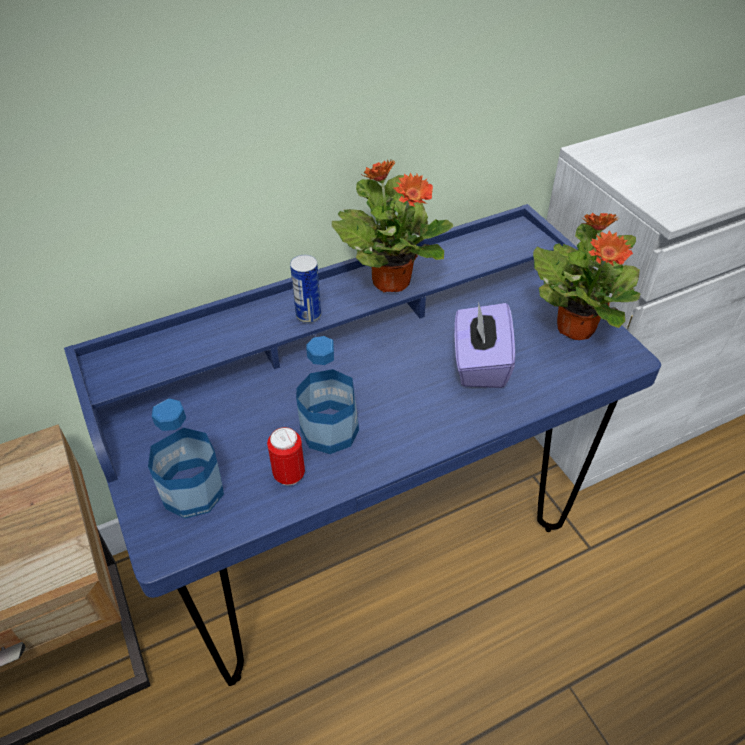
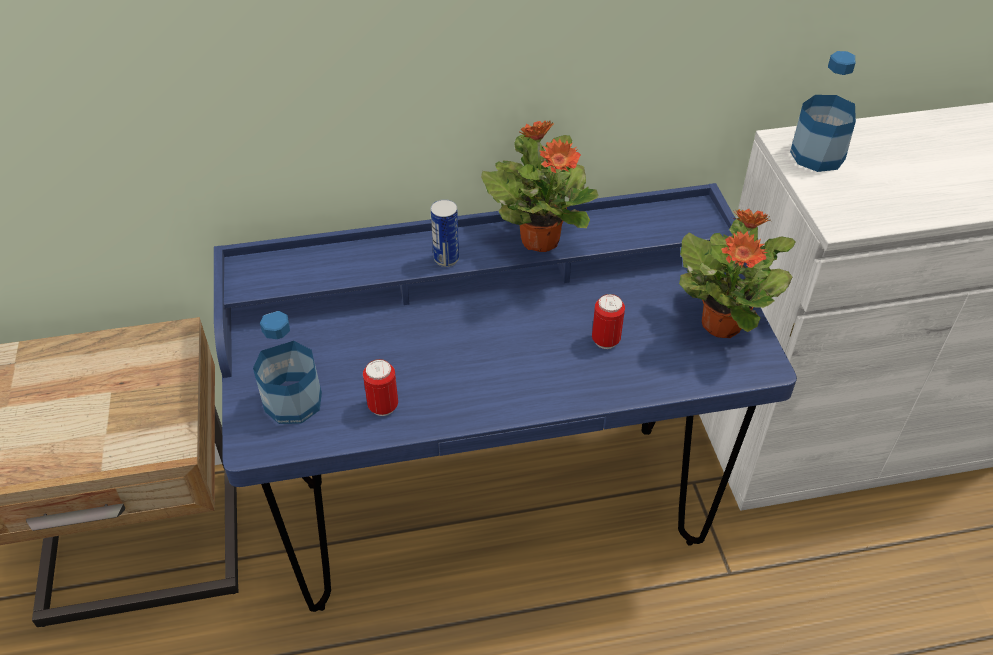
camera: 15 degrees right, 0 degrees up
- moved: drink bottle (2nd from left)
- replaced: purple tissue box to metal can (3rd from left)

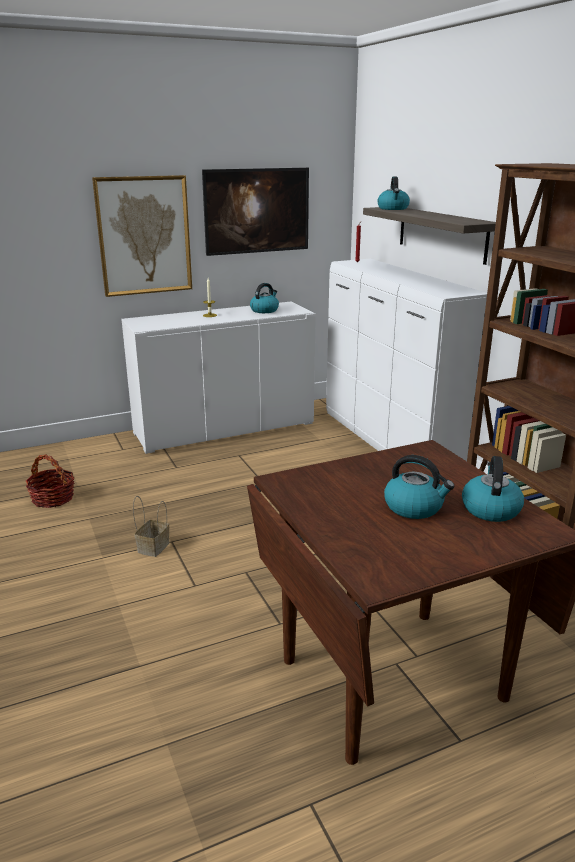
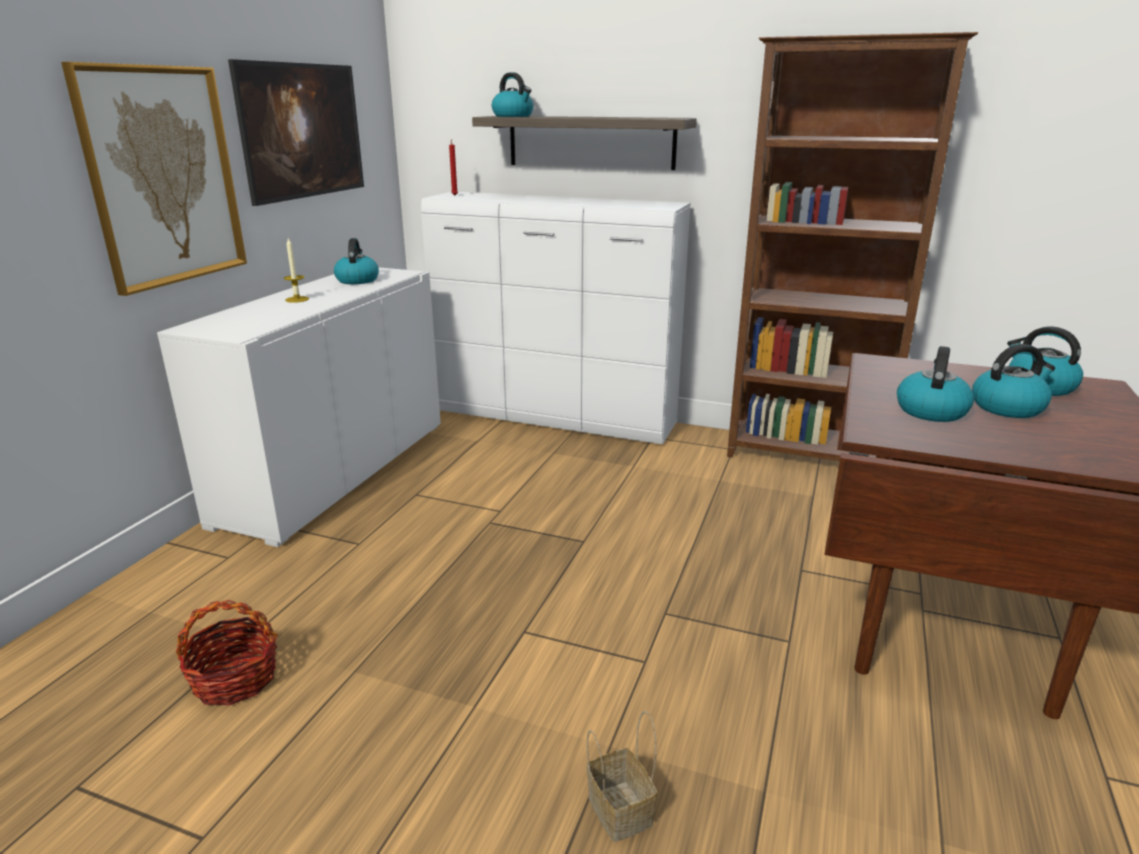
camera: 45 degrees left, 0 degrees up
- moved: basket (2nd from left)
- added: tea kettle (3rd from left)

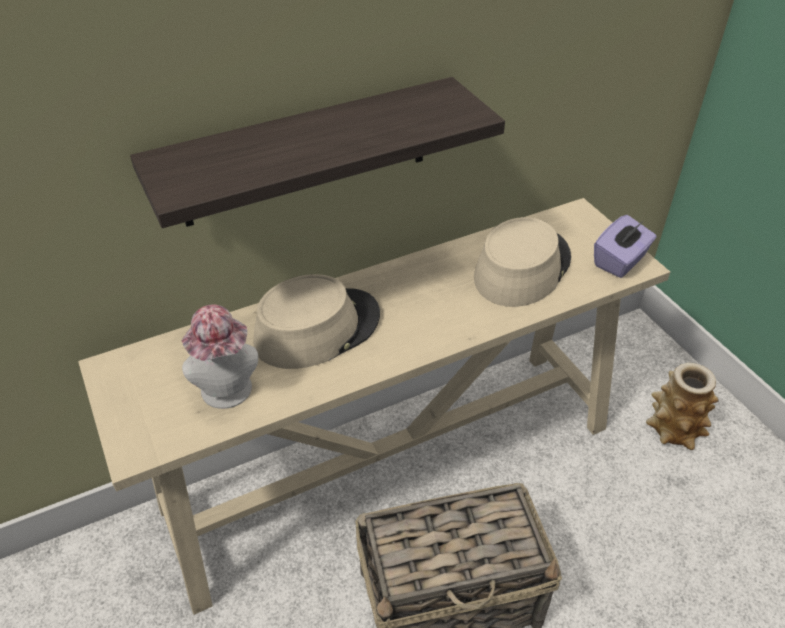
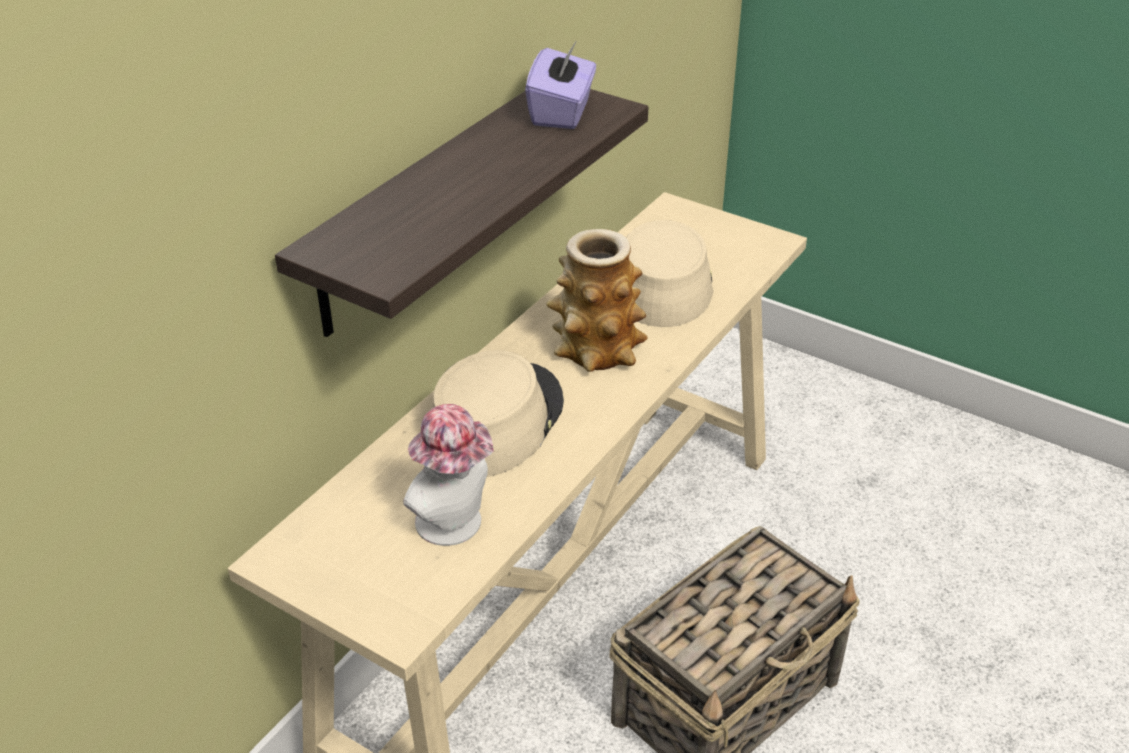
camera: 30 degrees left, 5 degrees down
- moved: purple tissue box
- moved: decorative vase

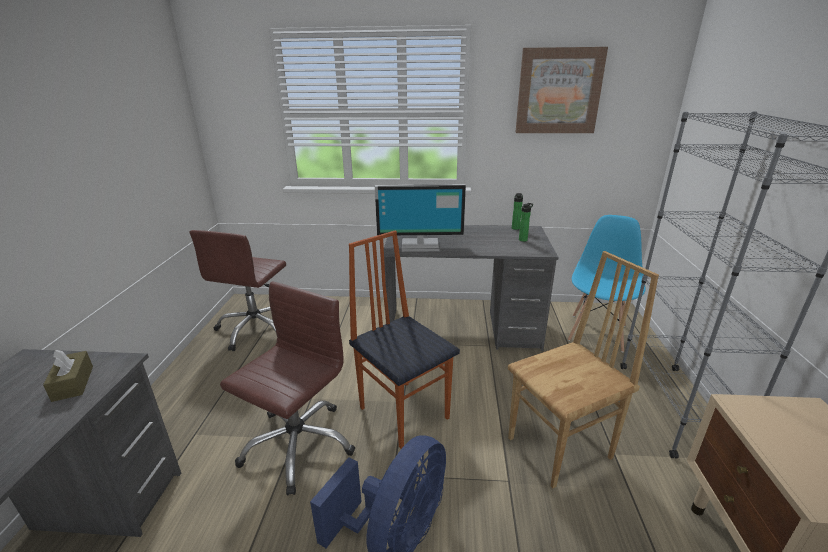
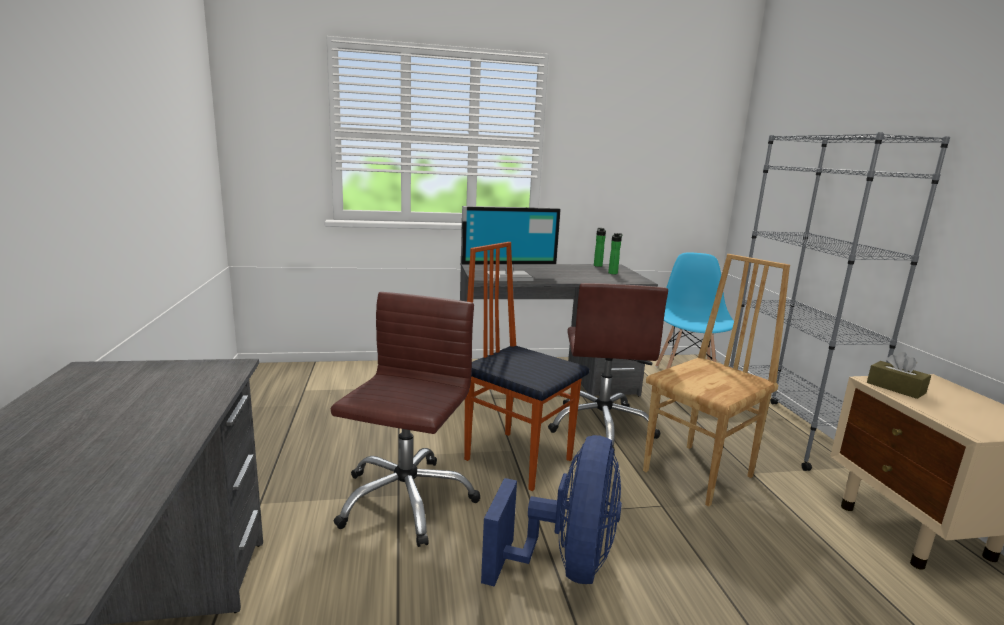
camera: 15 degrees left, 10 degrees down
- moved: brownish tissue box
- moved: brownish desk chair (1st from left in the first image) to brownish desk chair (2nd from left)
- removed: wall picture

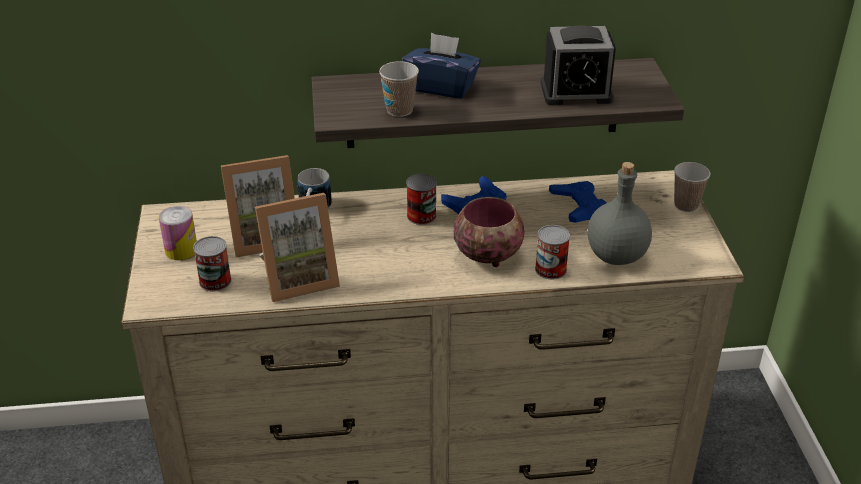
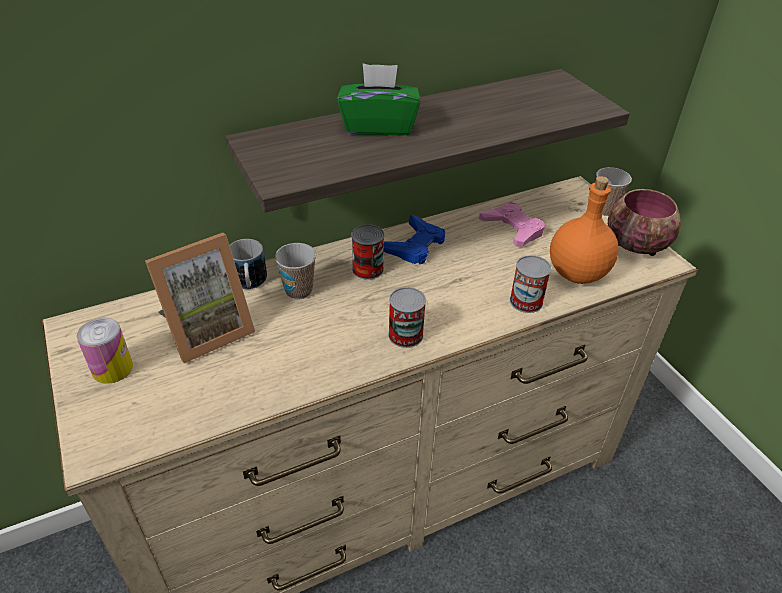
camera: 20 degrees left, 5 degrees up
- moved: metal can (2nd from left in the first image) to metal can (3rd from left)
- removed: photo frame (2nd from left)
- moved: small cup (1st from left)
- recoloured: blue-coloured tissue box to greenish tissue box
- moved: bowl
- removed: bedside clock
- recoloured: blue-coloured game controller (2nd from left) to pink game controller
- recoloured: grey drink bottle to orangey drink bottle

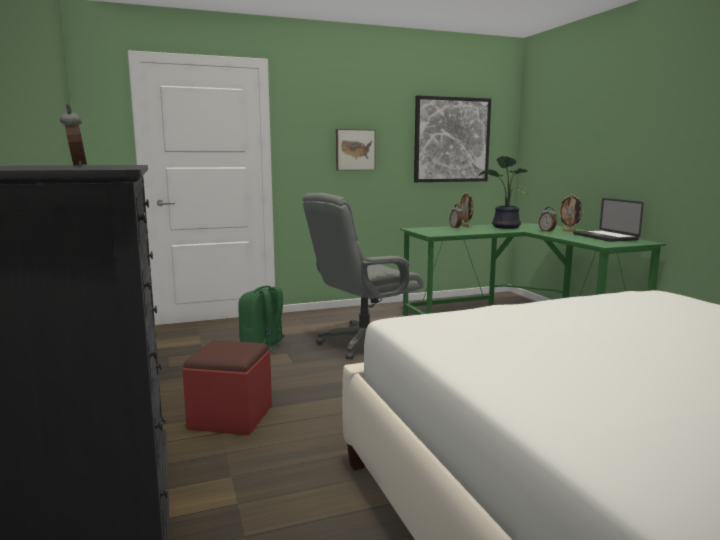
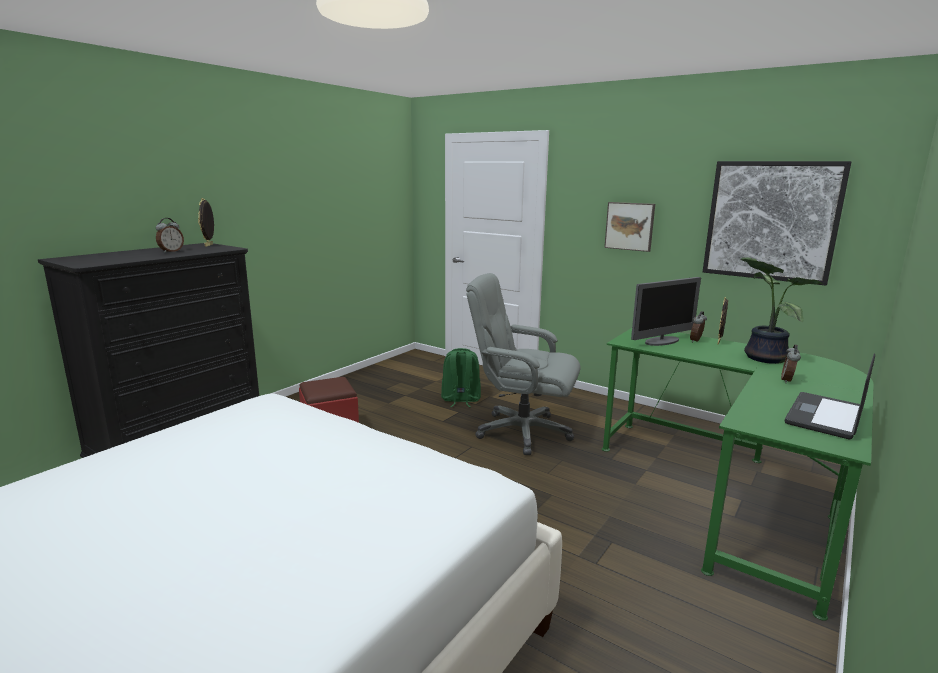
camera: 55 degrees right, 5 degrees up
- moved: photo frame (2nd from left in the first image) to photo frame (1st from left)
- added: computer screen

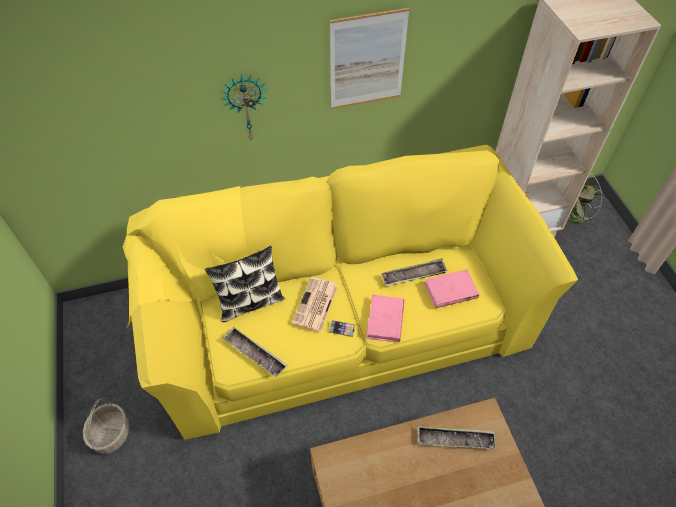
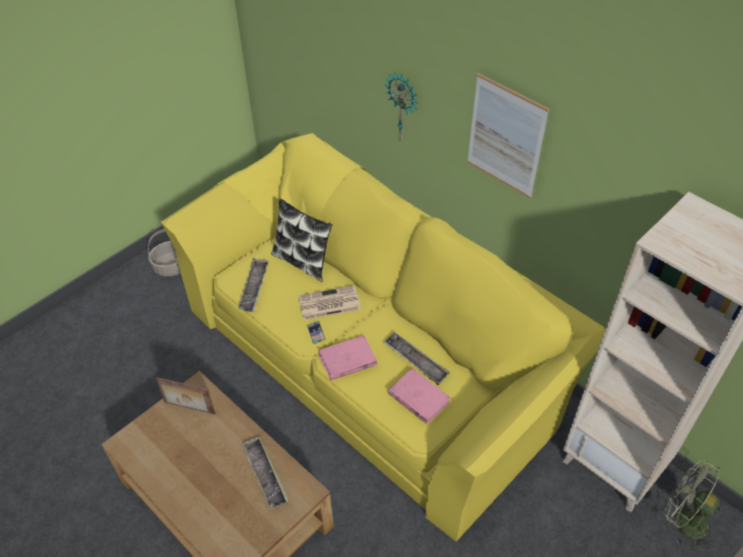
camera: 60 degrees right, 5 degrees down
- added: photo frame

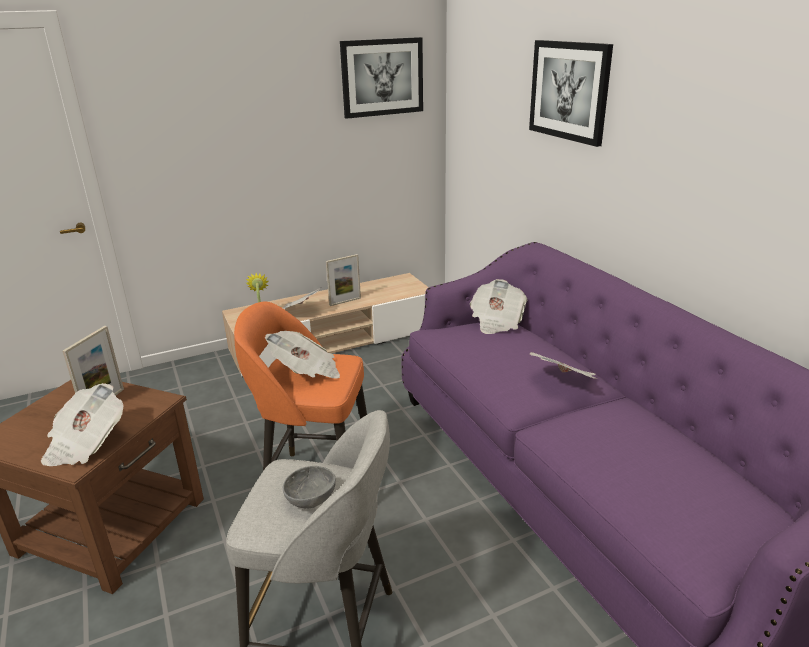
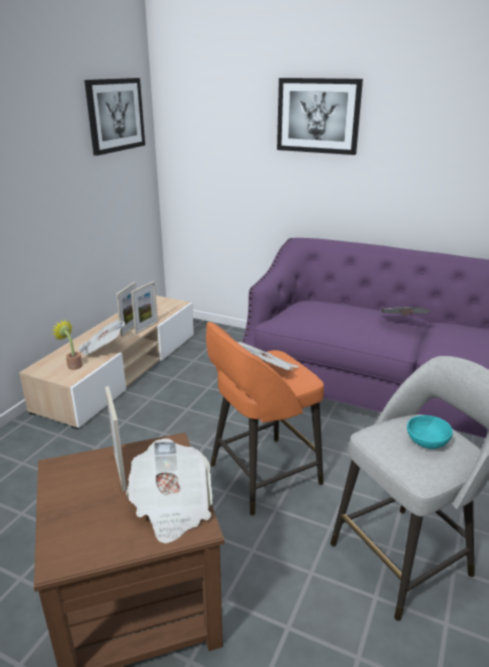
camera: 40 degrees left, 0 degrees up
- recoloured: grey bowl to turquoise-coloured bowl
- removed: daily paper (4th from left)
- added: photo frame (3rd from left)

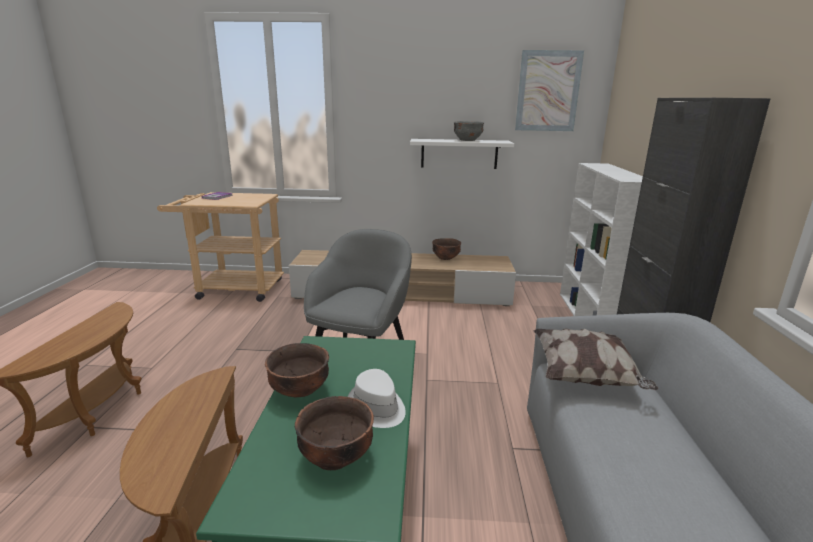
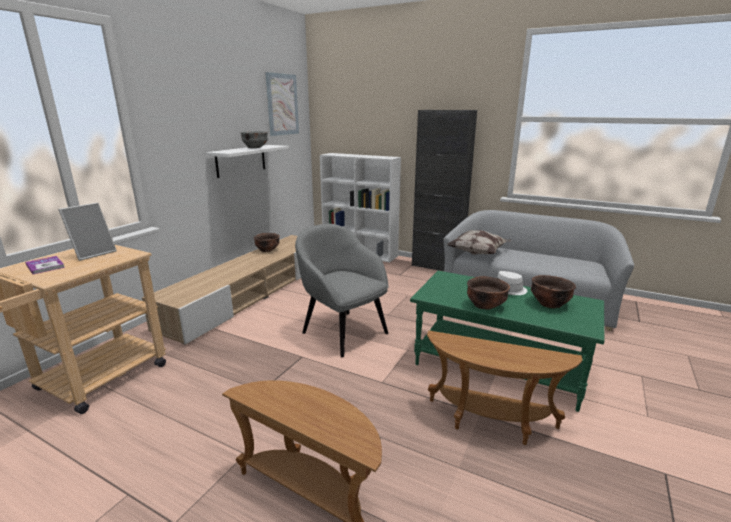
camera: 65 degrees left, 0 degrees up
- added: photo frame

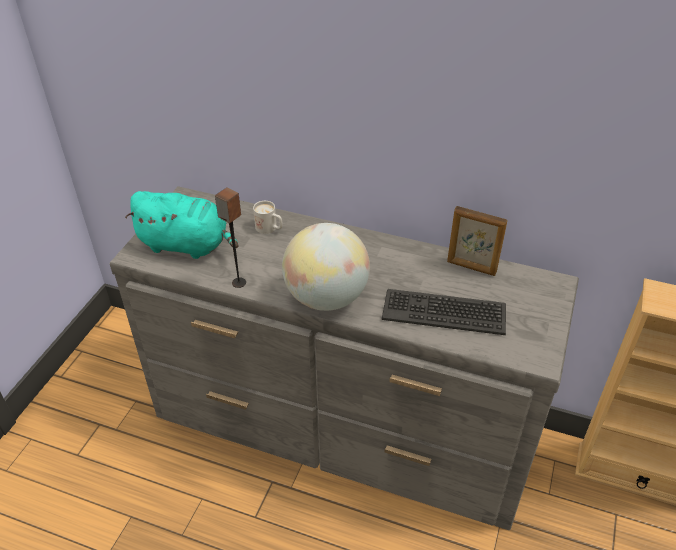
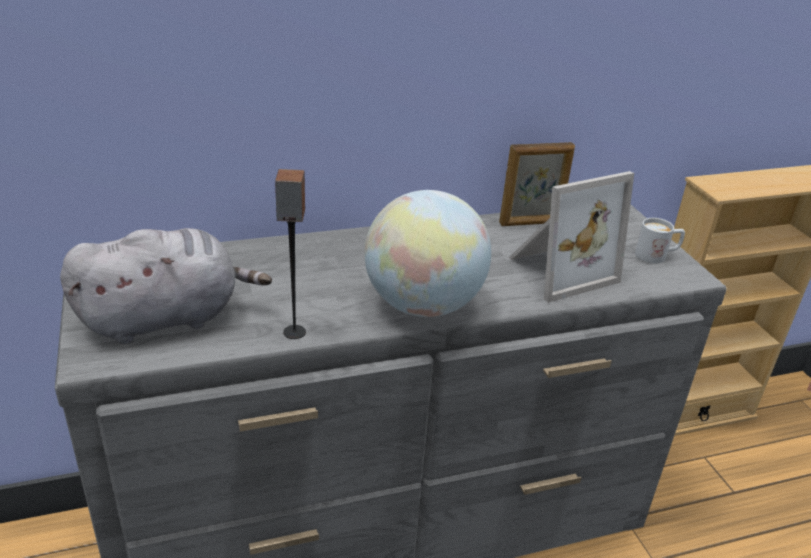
camera: 40 degrees left, 10 degrees down
- recoloured: turquoise-coloured plush toy to grey plush toy
- moved: white tea mug
- replaced: keyboard to photo frame (2nd from left)

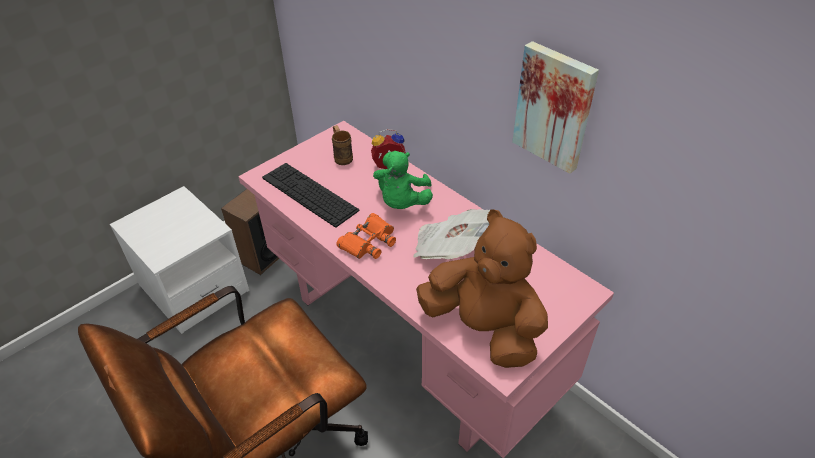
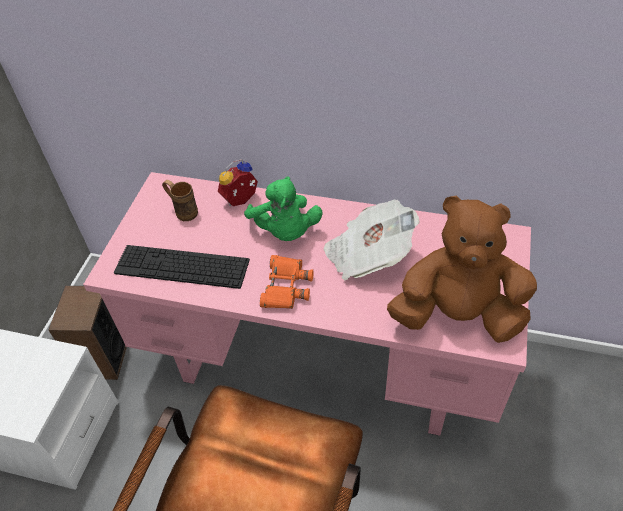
camera: 30 degrees left, 5 degrees up
- removed: wall picture

